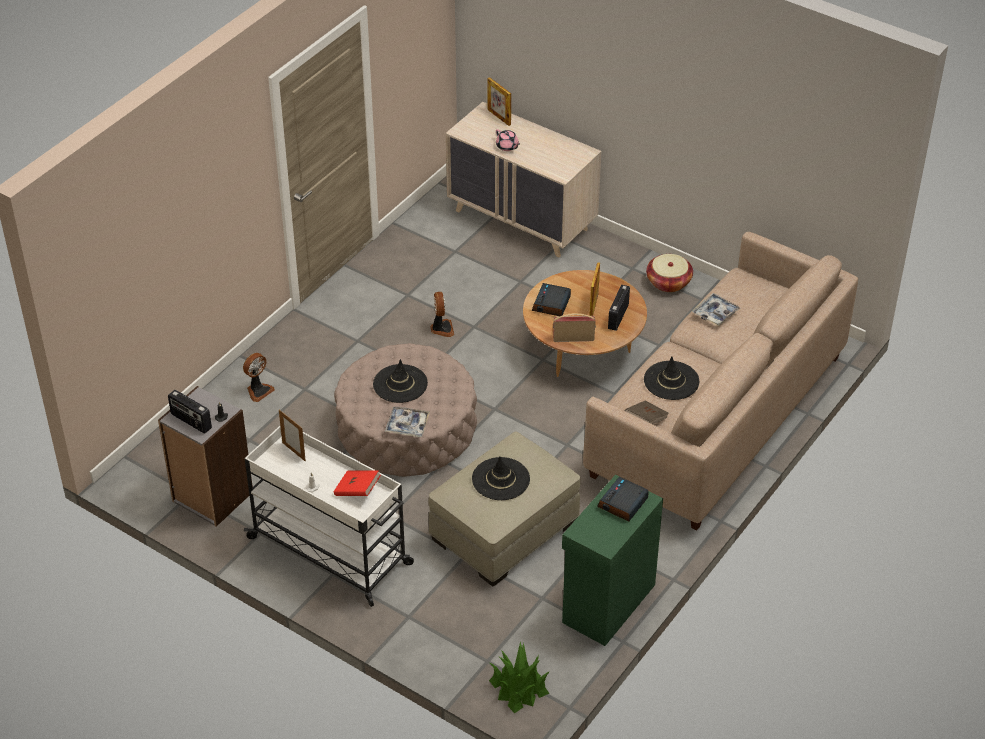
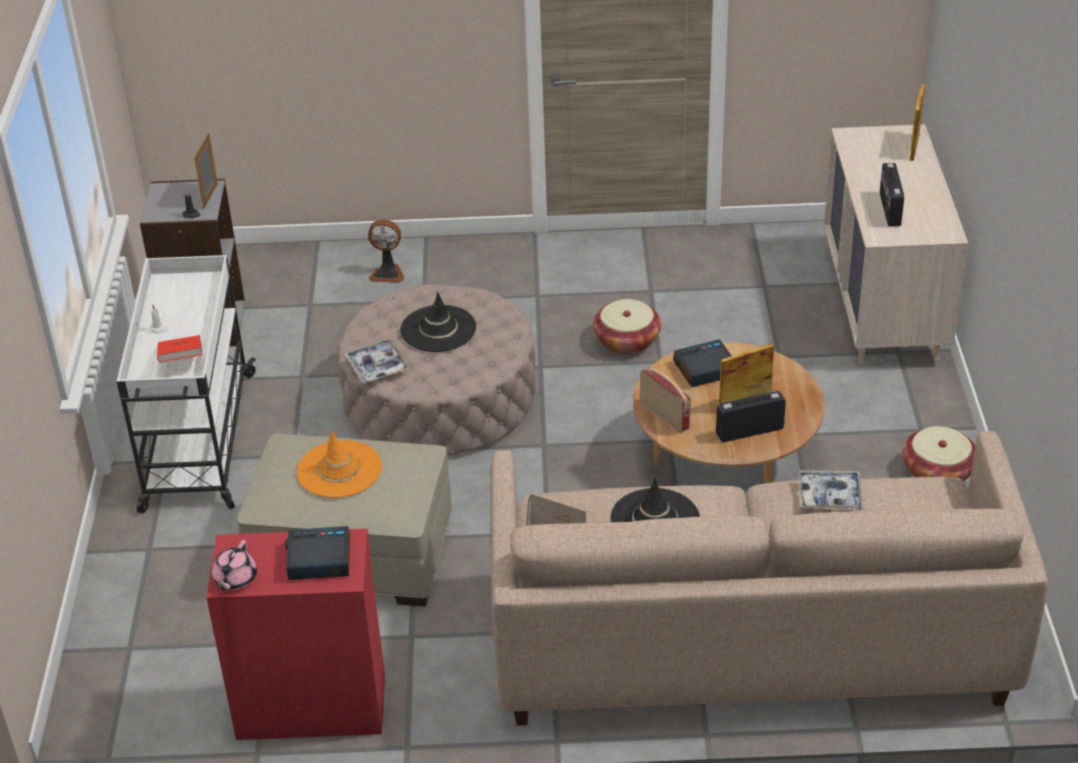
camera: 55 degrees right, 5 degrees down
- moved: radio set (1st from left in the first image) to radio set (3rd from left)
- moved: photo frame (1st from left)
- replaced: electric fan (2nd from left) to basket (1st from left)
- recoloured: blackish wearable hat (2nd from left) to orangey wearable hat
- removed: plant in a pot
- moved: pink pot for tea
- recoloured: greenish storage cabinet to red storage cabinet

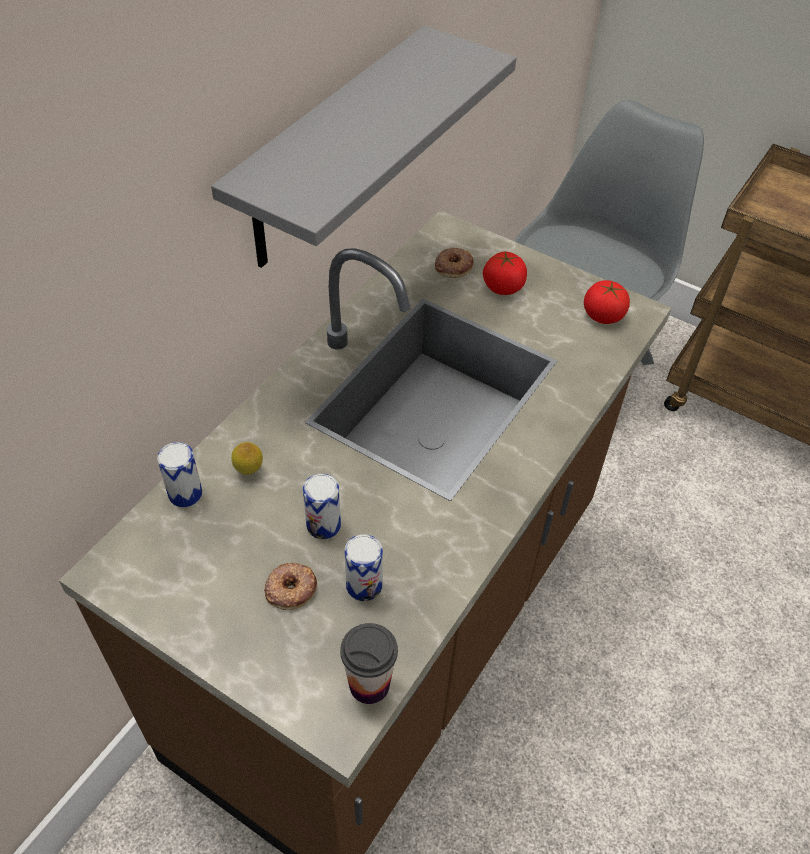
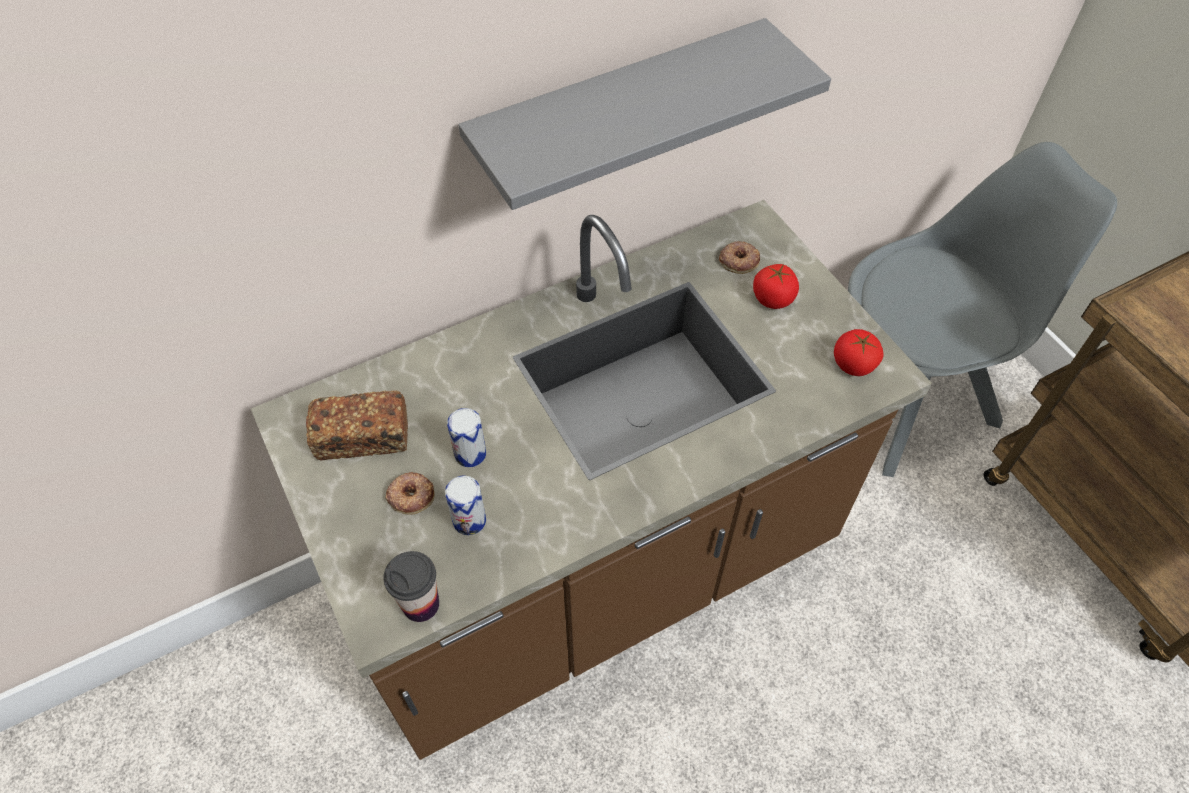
camera: 30 degrees right, 5 degrees up
- removed: metal can (1st from left)
- removed: lemon
- added: bakery bread

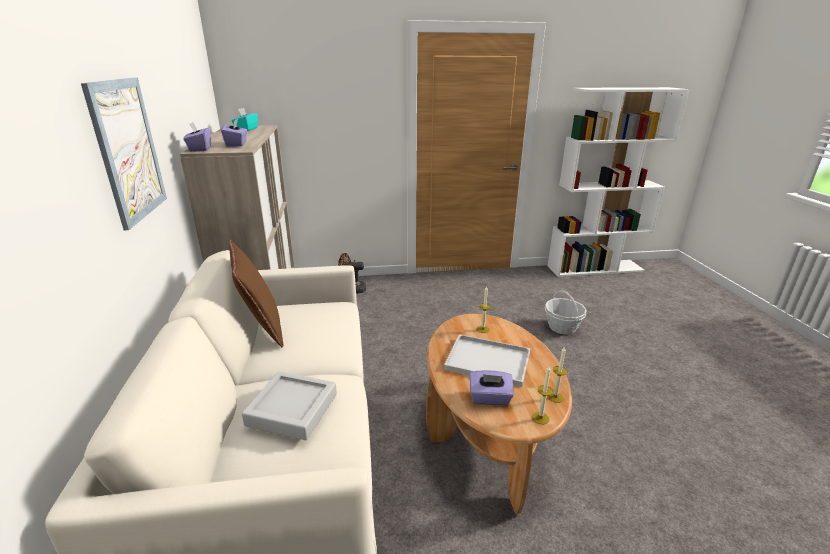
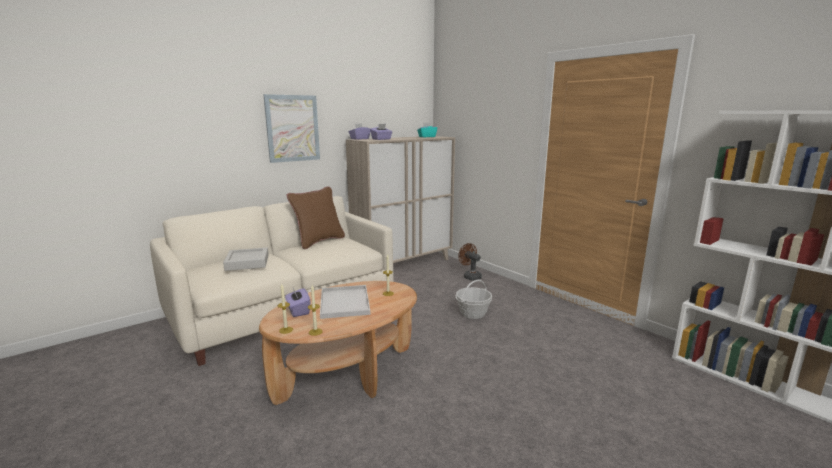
camera: 60 degrees right, 10 degrees down
- moved: basket

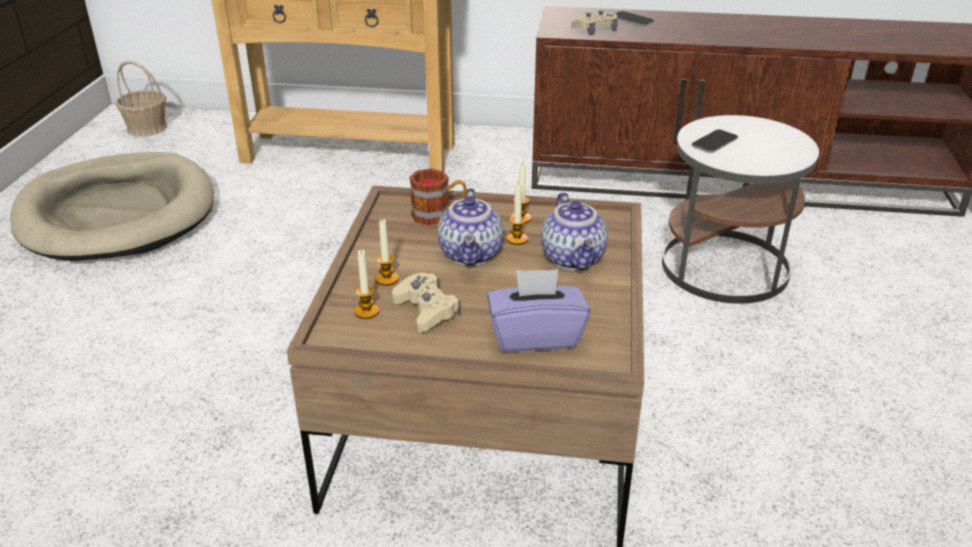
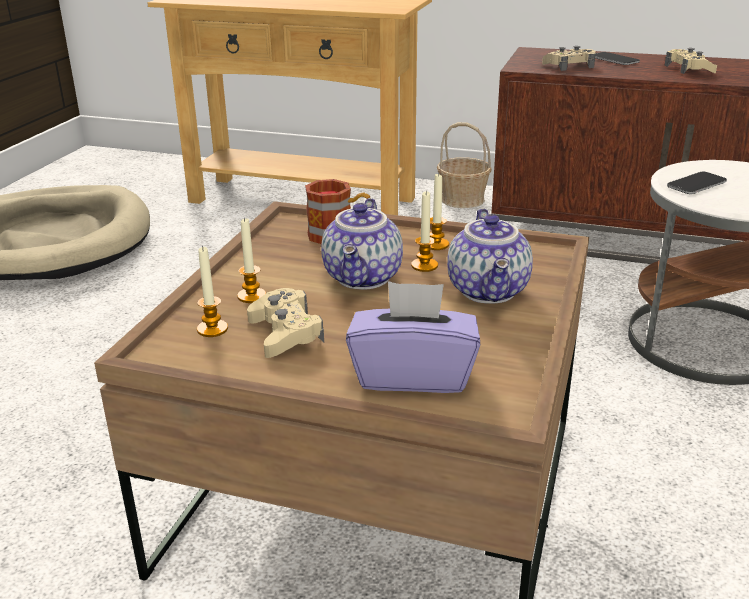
camera: 10 degrees right, 5 degrees down
- moved: basket
- added: sand-coloured game controller (3rd from left)

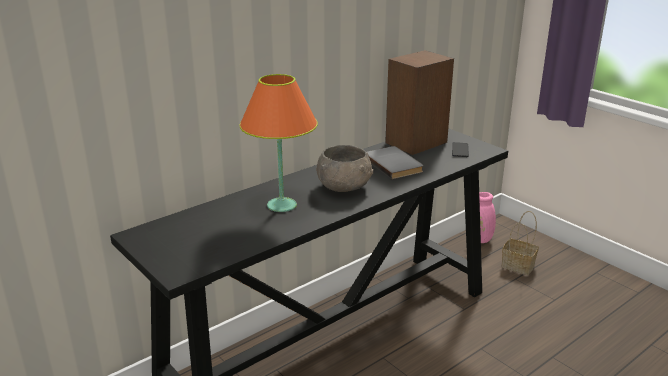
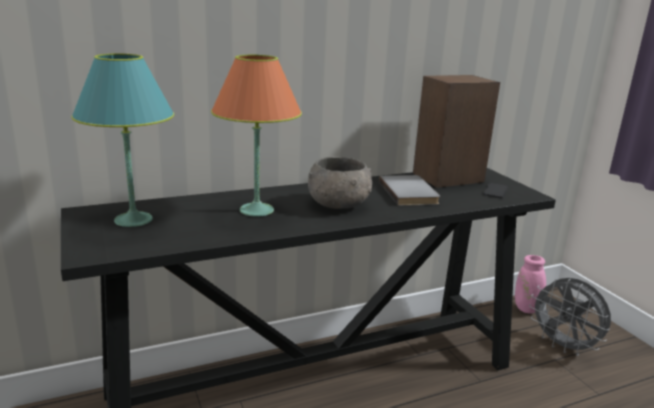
camera: 15 degrees right, 5 degrees down
- replaced: basket to grey electric fan
- added: turquoise-coloured table lamp

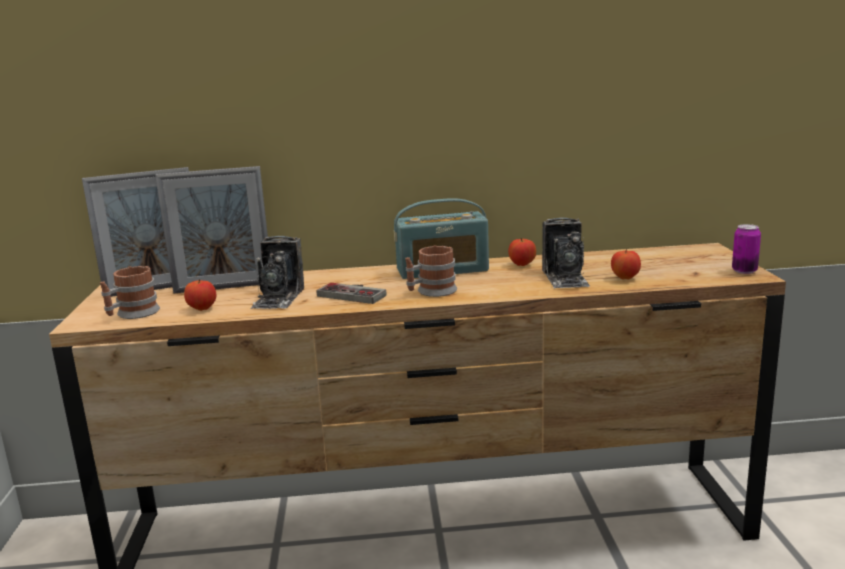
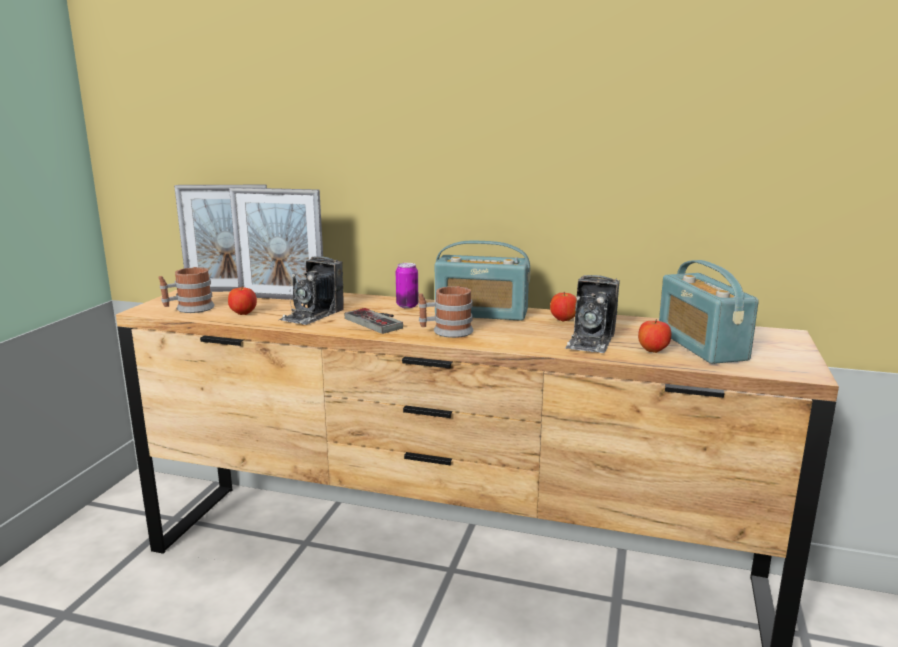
camera: 20 degrees right, 0 degrees up
- moved: metal can
- added: radio set (2nd from left)

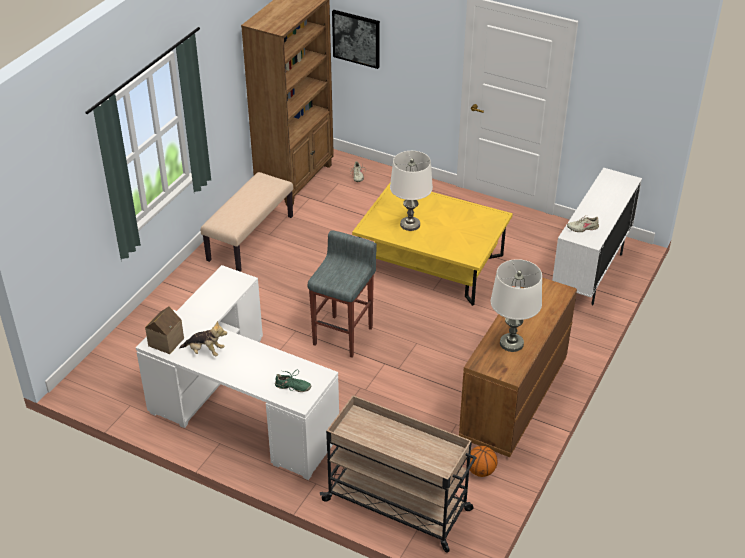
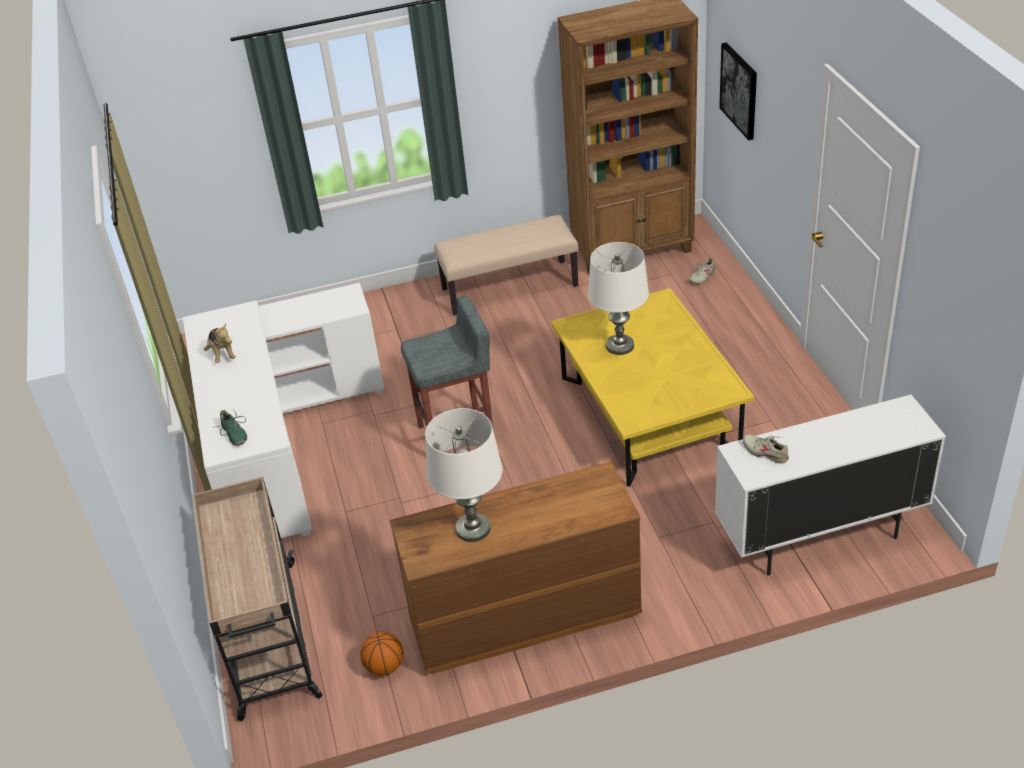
camera: 50 degrees right, 0 degrees up
- removed: miniature house

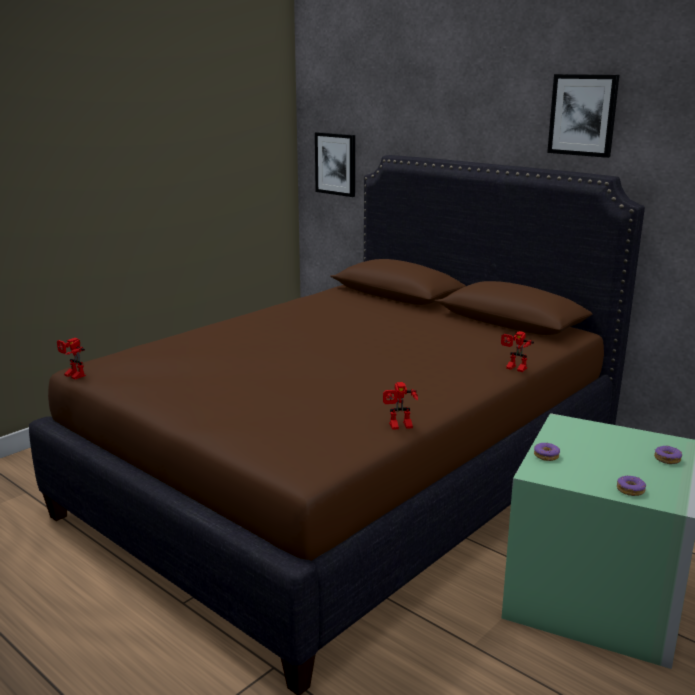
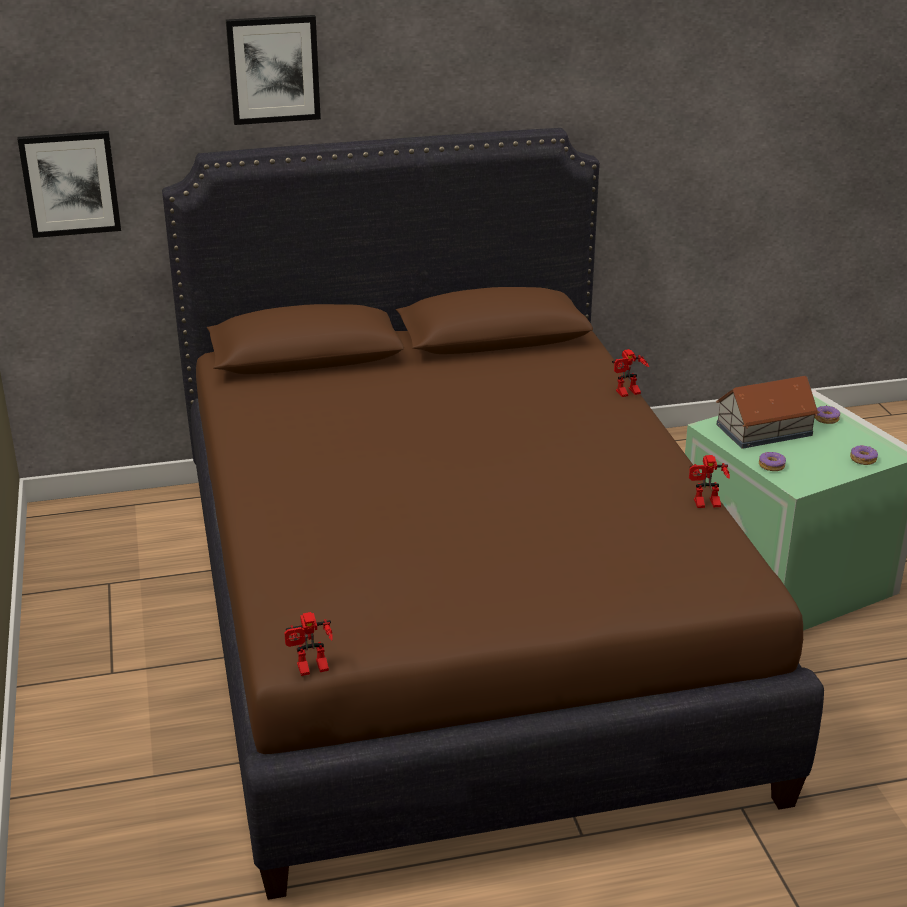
camera: 55 degrees left, 10 degrees up
- turned: model robot (2nd from left in the first image) 60 degrees clockwise
- moved: wall picture (2nd from left)
- added: miniature house

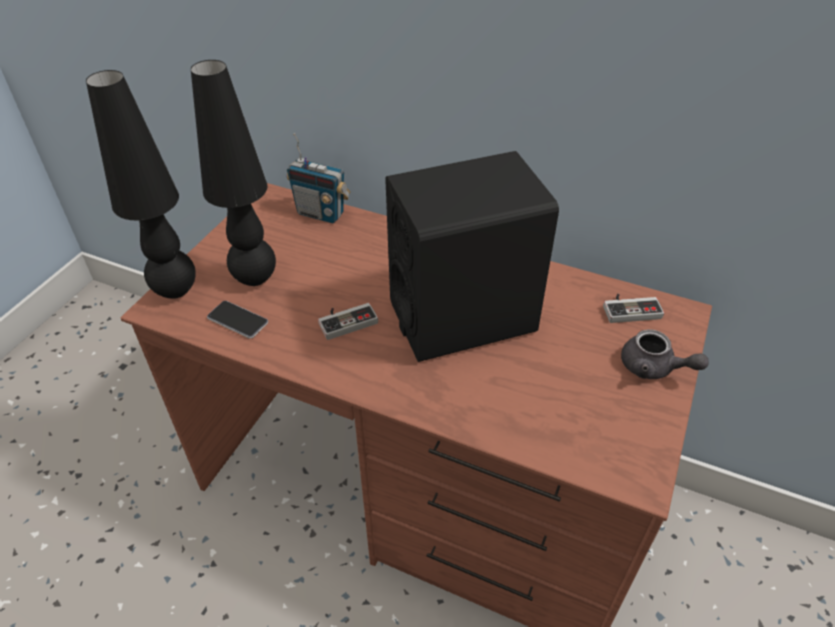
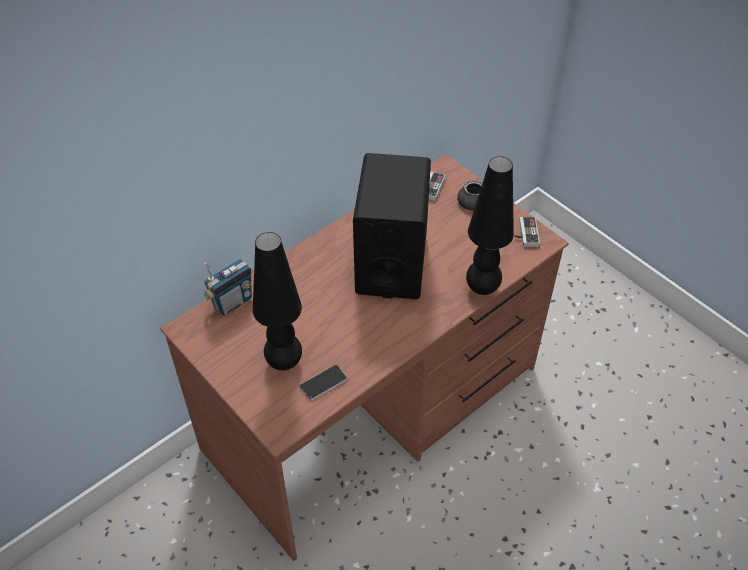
camera: 65 degrees left, 5 degrees up
- moved: blackish table lamp (1st from left in the first image) to blackish table lamp (2nd from left)
- moved: game controller (1st from left in the first image) to game controller (2nd from left)

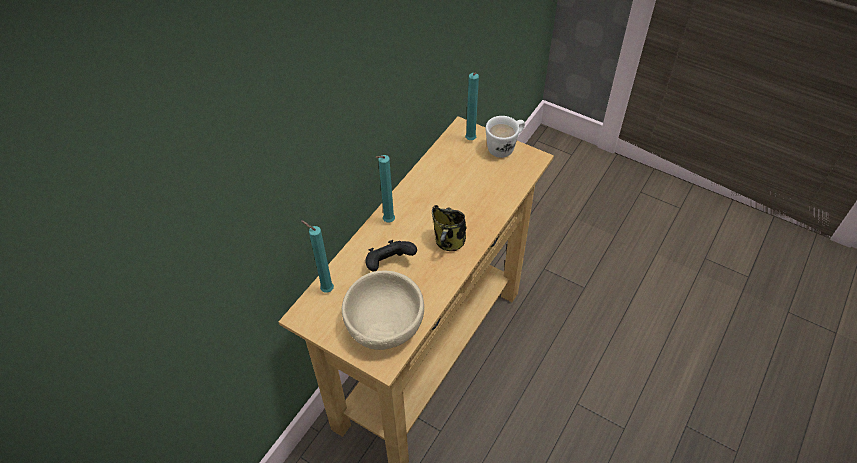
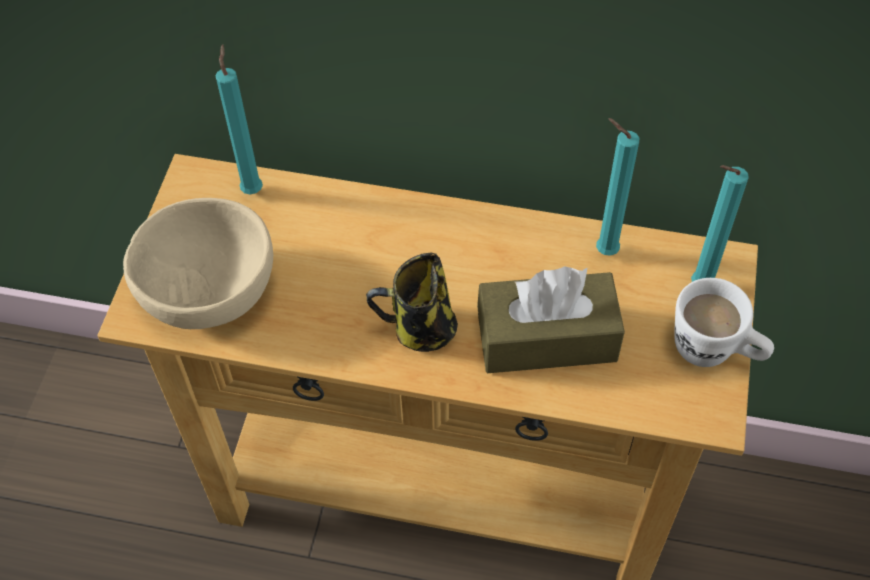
camera: 70 degrees right, 5 degrees up
- removed: blackish game controller
- moved: turquoise-coloured candle (2nd from left)
- added: brownish tissue box

